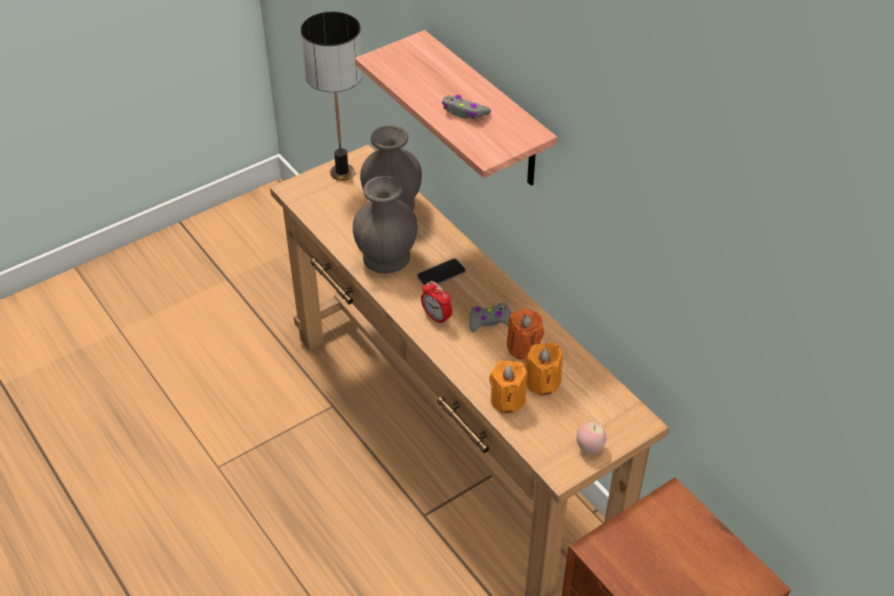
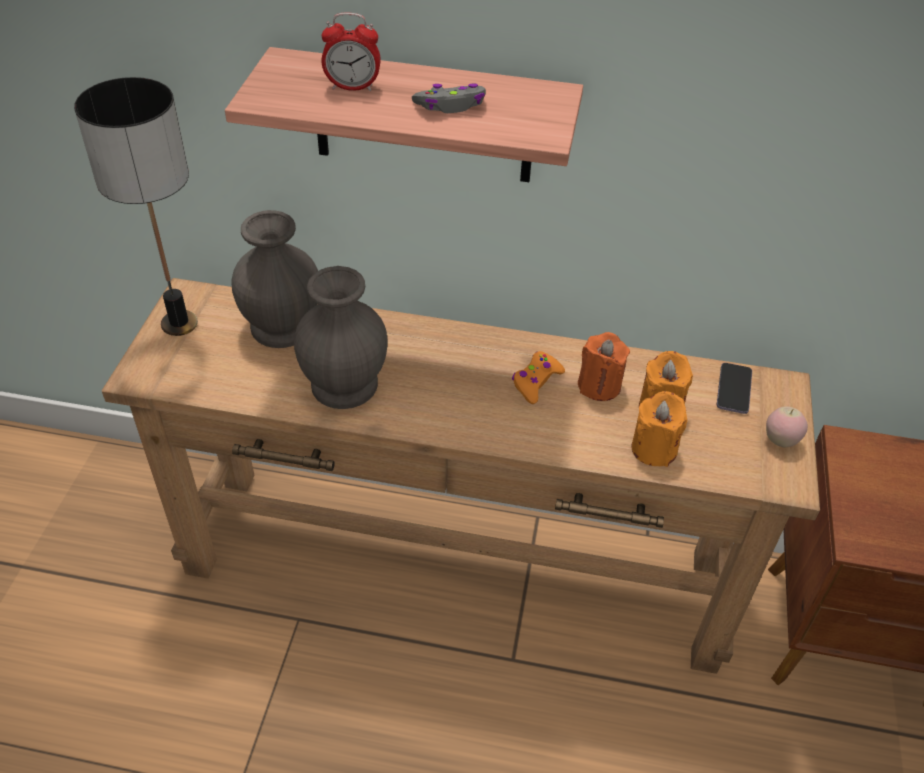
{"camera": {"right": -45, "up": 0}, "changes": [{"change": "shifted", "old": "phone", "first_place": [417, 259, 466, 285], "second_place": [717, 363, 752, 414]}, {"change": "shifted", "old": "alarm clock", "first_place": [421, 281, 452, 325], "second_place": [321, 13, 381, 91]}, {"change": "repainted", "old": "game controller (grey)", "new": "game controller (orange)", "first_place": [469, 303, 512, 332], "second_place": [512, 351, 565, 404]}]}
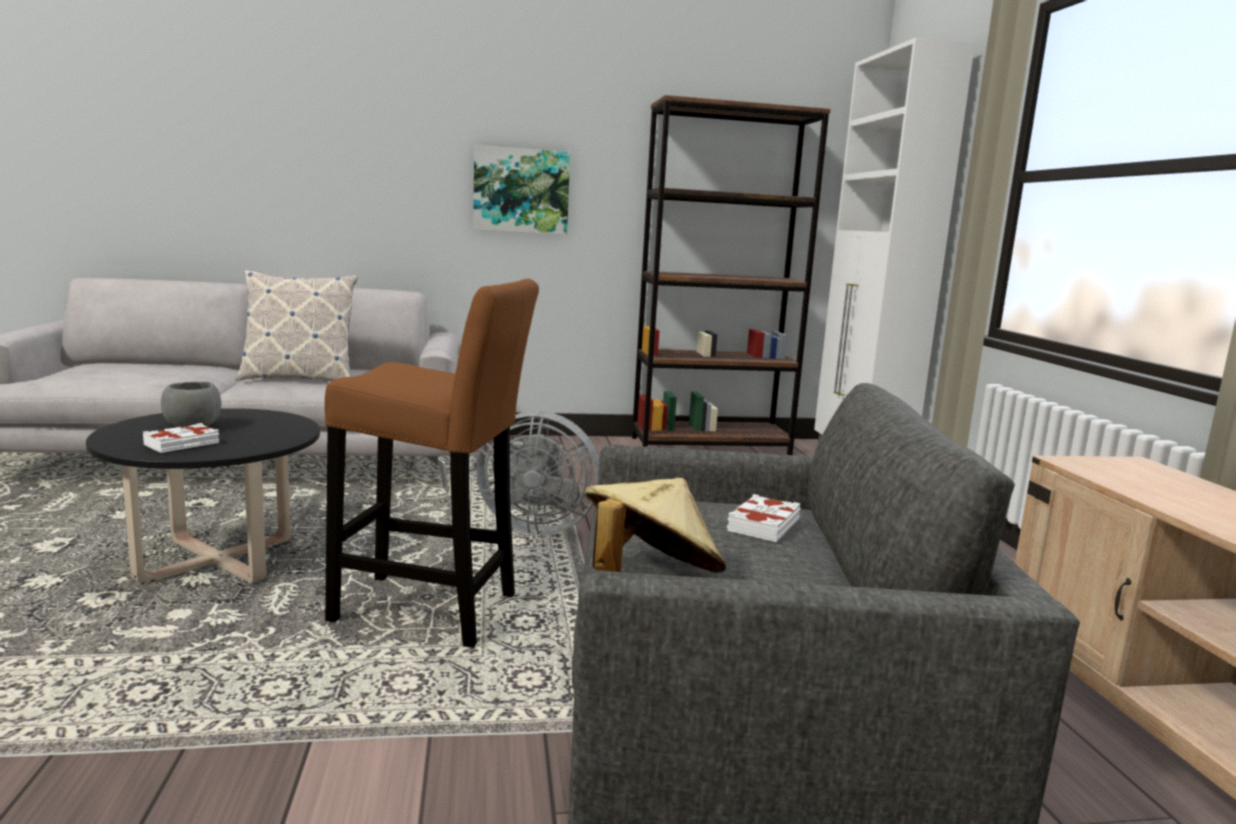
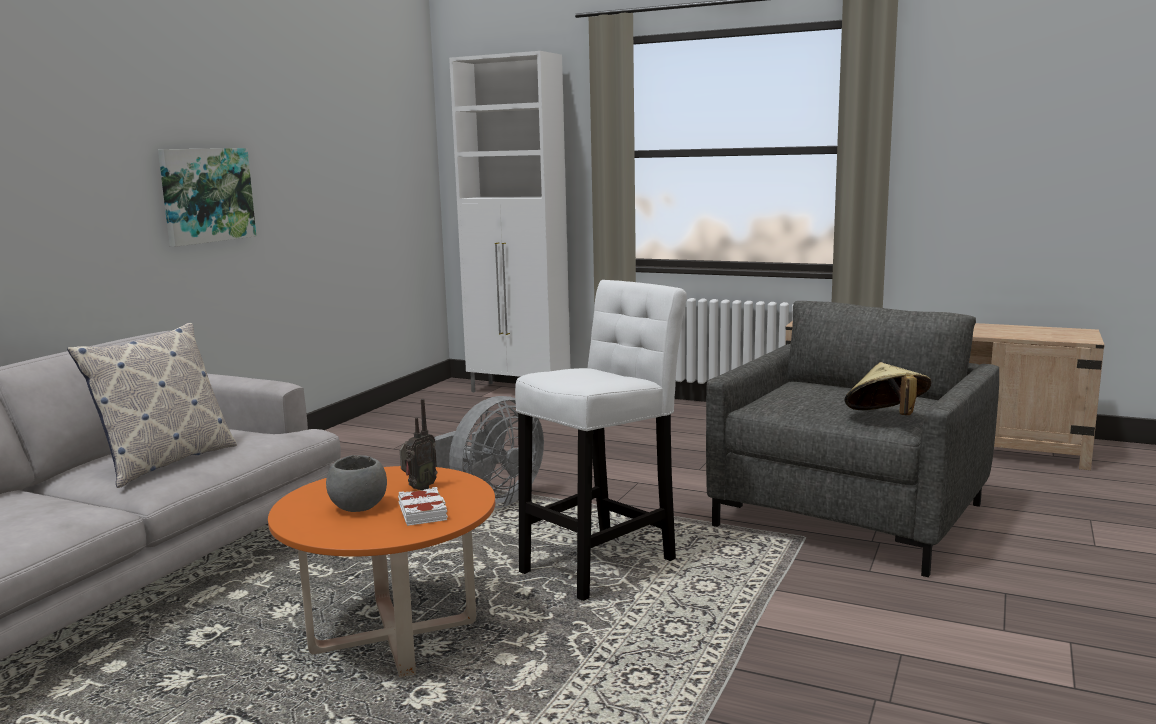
{"camera": {"right": -55, "up": 0}, "changes": [{"change": "repainted", "old": "coffee table (black)", "new": "coffee table (orange)", "first_place": [86, 408, 320, 585], "second_place": [268, 466, 495, 677]}, {"change": "repainted", "old": "stool (brown)", "new": "stool (white)", "first_place": [325, 279, 539, 648], "second_place": [515, 280, 687, 601]}, {"change": "gone", "old": "bookcase (brown)", "first_place": [632, 95, 831, 455]}, {"change": "gone", "old": "book (white)", "first_place": [727, 494, 801, 542]}, {"change": "new", "new": "radio", "second_place": [400, 399, 437, 490]}]}
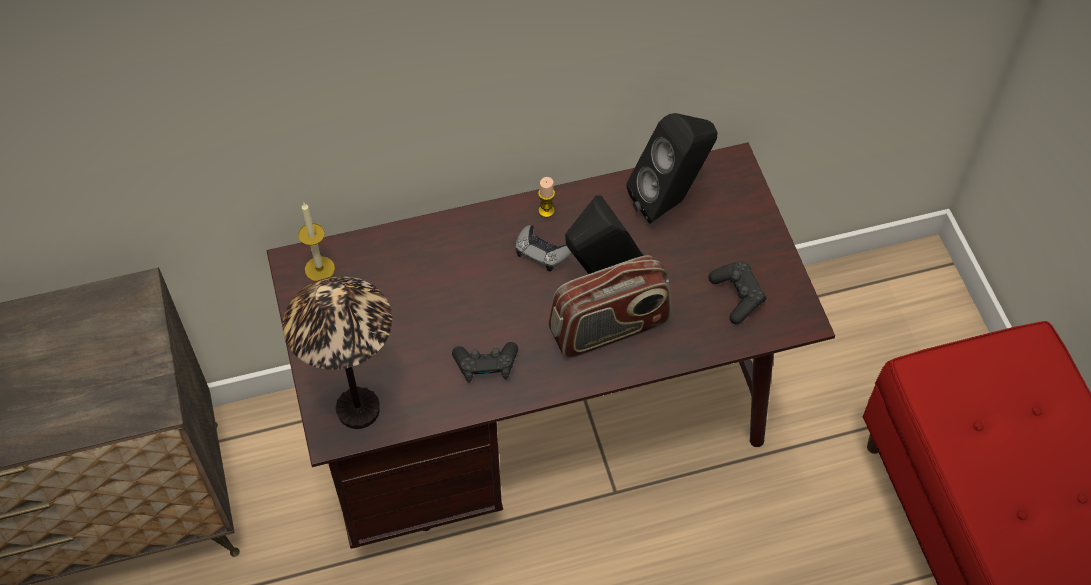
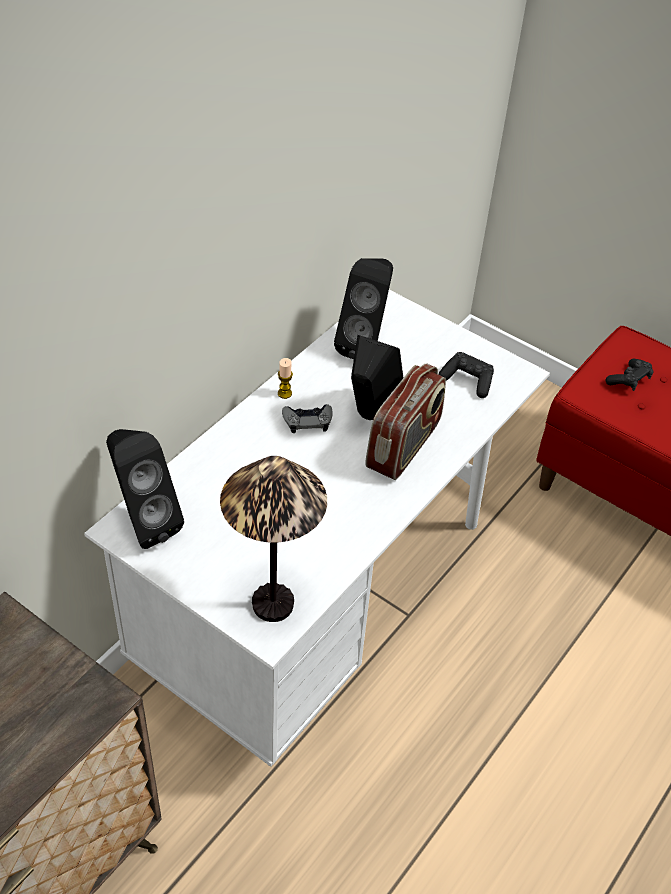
{"camera": {"right": -40, "up": -10}, "changes": [{"change": "repainted", "old": "desk (brown)", "new": "desk (white)", "first_place": [267, 142, 835, 549], "second_place": [85, 290, 550, 767]}, {"change": "swapped", "old": "candle", "new": "speaker (black)", "first_place": [298, 203, 335, 281], "second_place": [106, 429, 184, 549]}, {"change": "shifted", "old": "game controller (black)", "first_place": [452, 342, 518, 383], "second_place": [606, 359, 654, 391]}]}
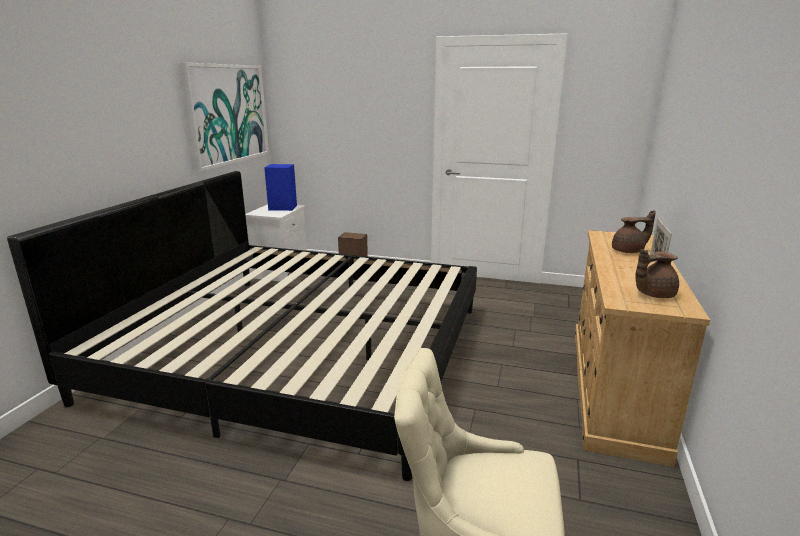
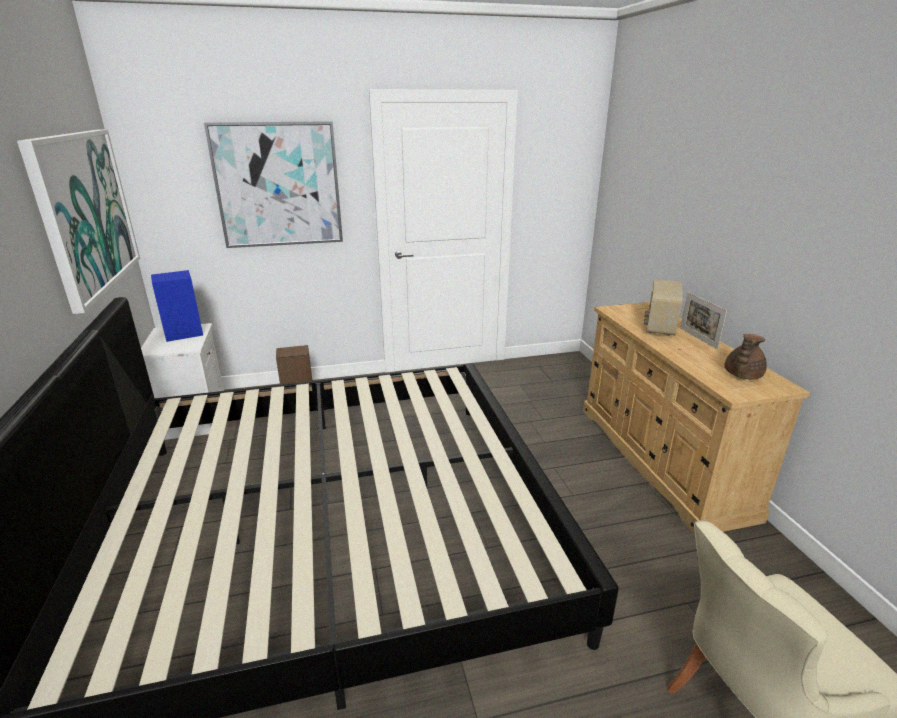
{"camera": {"right": -30, "up": 5}, "changes": [{"change": "swapped", "old": "teapot (brown)", "new": "radio", "first_place": [612, 210, 656, 253], "second_place": [644, 279, 683, 336]}, {"change": "new", "new": "picture", "second_place": [204, 121, 343, 248]}]}
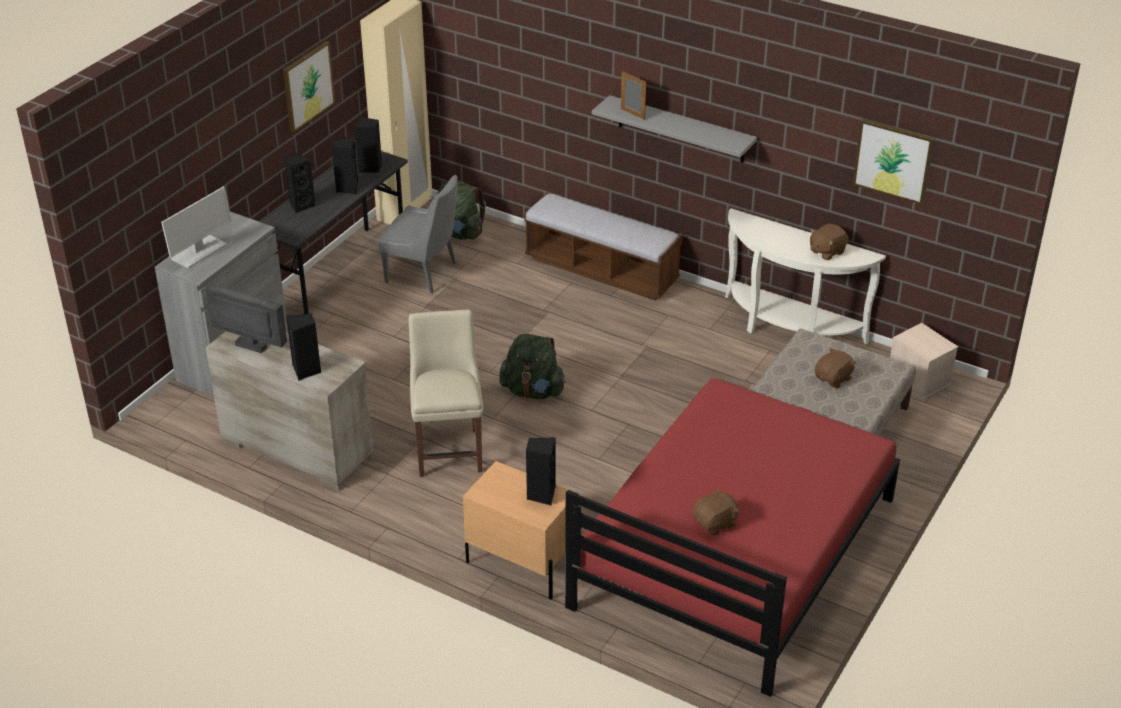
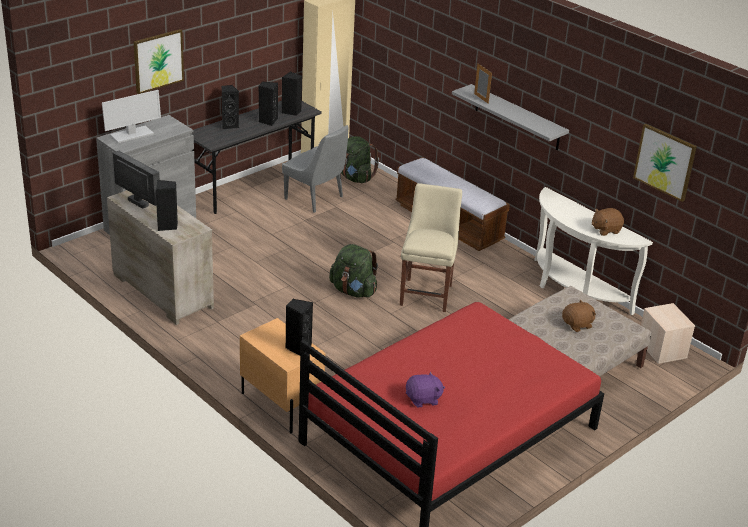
{"camera": {"right": 15, "up": -5}, "changes": [{"change": "shifted", "old": "picture", "first_place": [283, 41, 335, 132], "second_place": [134, 29, 184, 94]}, {"change": "shifted", "old": "chair (beige)", "first_place": [409, 309, 483, 477], "second_place": [400, 183, 462, 312]}, {"change": "repainted", "old": "plush toy (brown)", "new": "plush toy (purple)", "first_place": [693, 488, 739, 536], "second_place": [406, 371, 445, 408]}]}
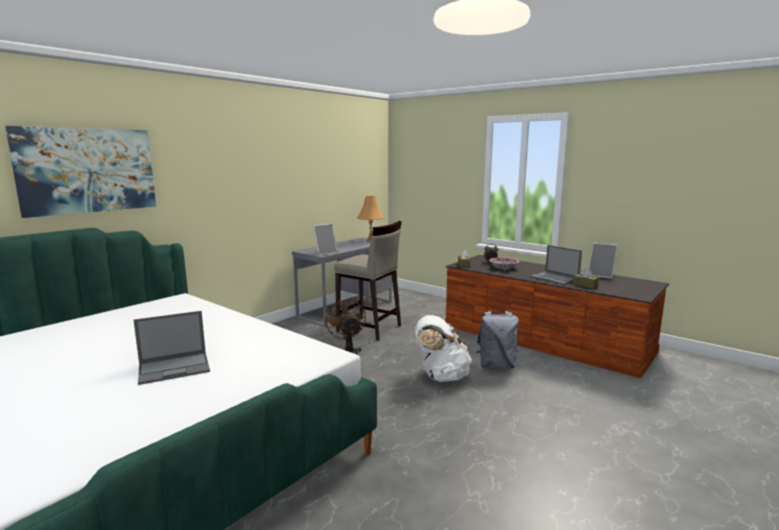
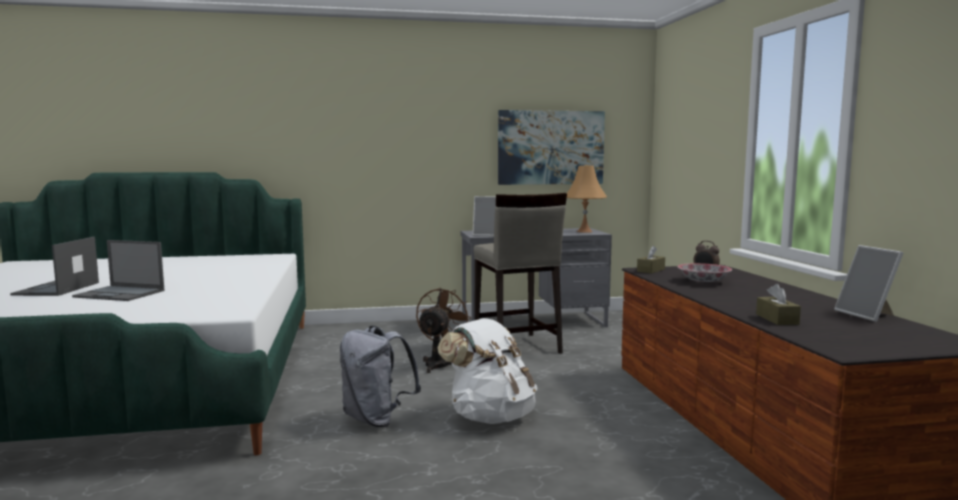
{"camera": {"right": 40, "up": -5}, "changes": [{"change": "shifted", "old": "picture", "first_place": [5, 126, 156, 218], "second_place": [498, 110, 605, 185]}, {"change": "shifted", "old": "backpack (grey)", "first_place": [476, 310, 519, 369], "second_place": [340, 326, 421, 427]}, {"change": "shifted", "old": "laptop", "first_place": [530, 245, 582, 285], "second_place": [10, 237, 99, 296]}]}
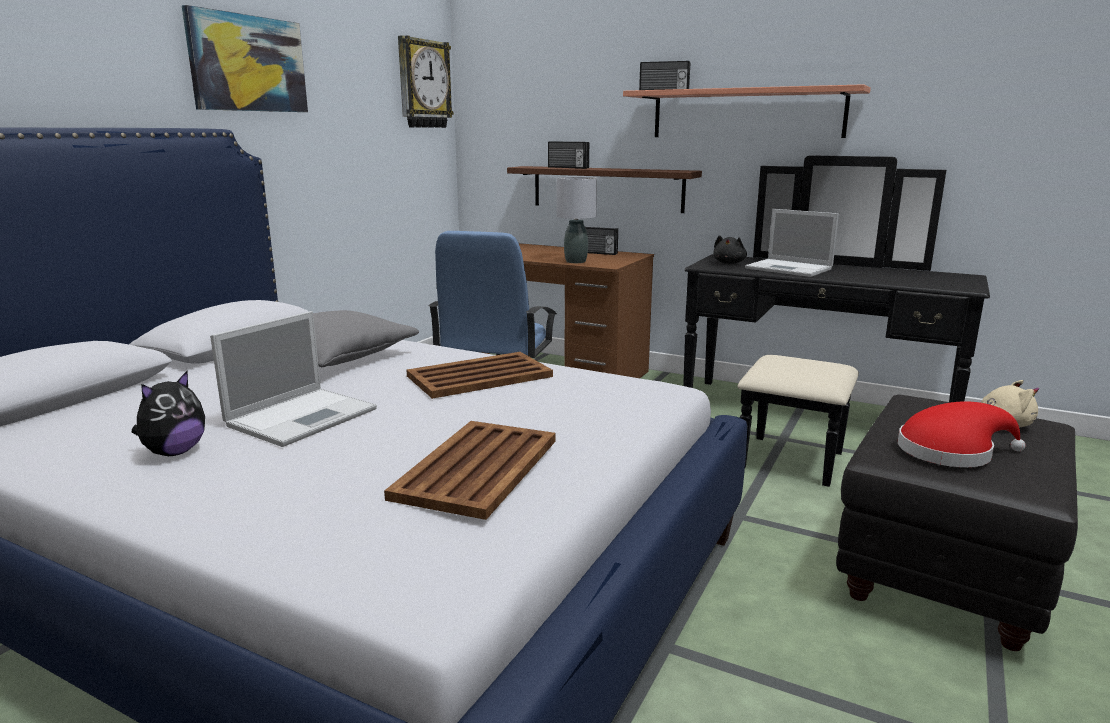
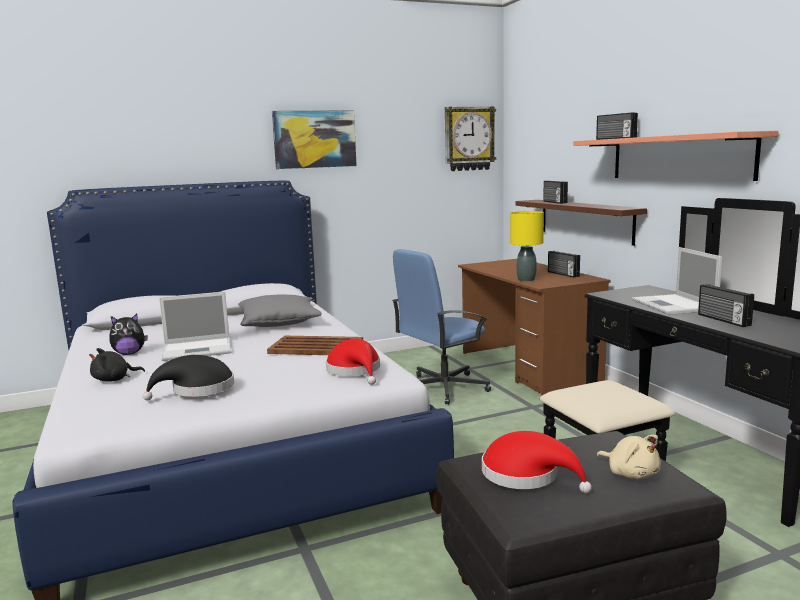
{"camera": {"right": 40, "up": -5}, "changes": [{"change": "swapped", "old": "tray (brown)", "new": "hat (black)", "first_place": [384, 421, 556, 520], "second_place": [143, 355, 234, 400]}, {"change": "repainted", "old": "table lamp (grey)", "new": "table lamp (yellow)", "first_place": [557, 177, 597, 263], "second_place": [510, 211, 544, 281]}, {"change": "shifted", "old": "plush toy (black)", "first_place": [713, 235, 747, 264], "second_place": [89, 348, 145, 382]}, {"change": "new", "new": "hat (red)", "second_place": [326, 339, 380, 385]}, {"change": "new", "new": "radio", "second_place": [698, 284, 754, 327]}]}
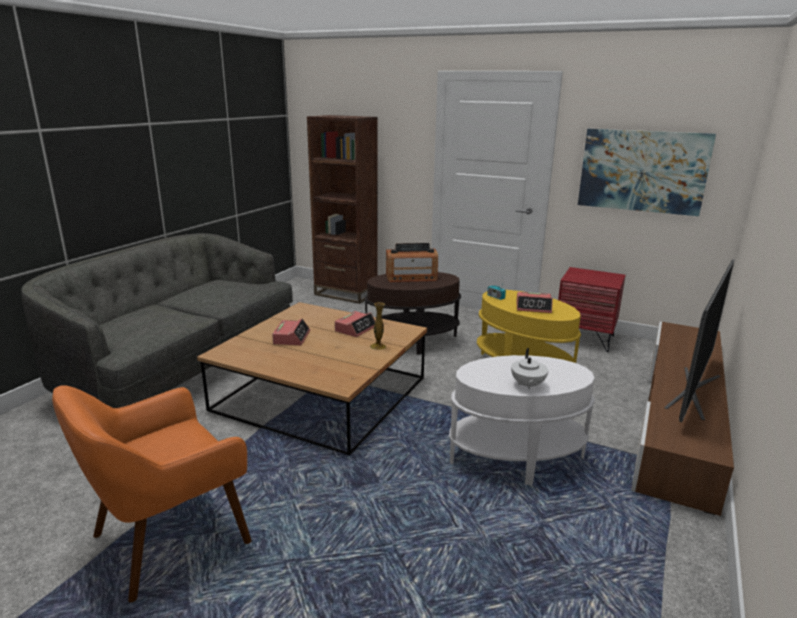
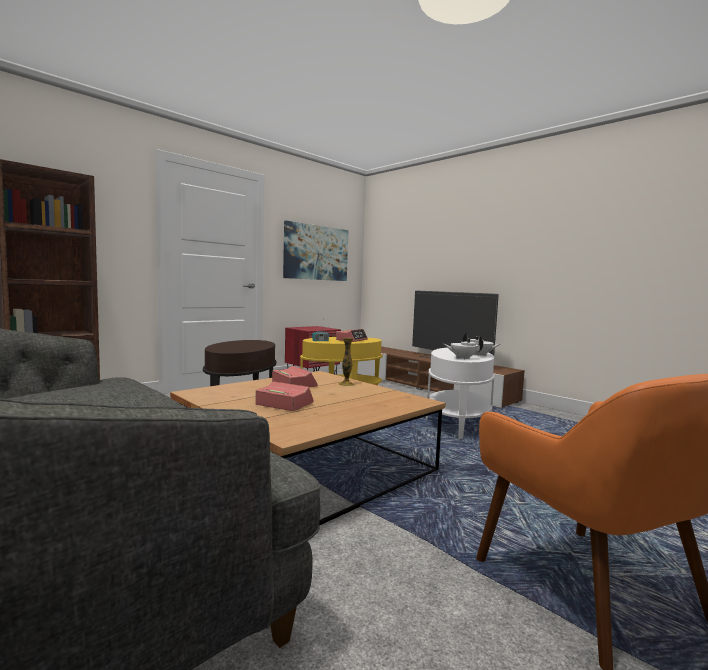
{"camera": {"right": -70, "up": -15}, "changes": [{"change": "gone", "old": "radio", "first_place": [386, 243, 438, 282]}, {"change": "new", "new": "teapot (white)", "second_place": [444, 336, 483, 360]}]}
